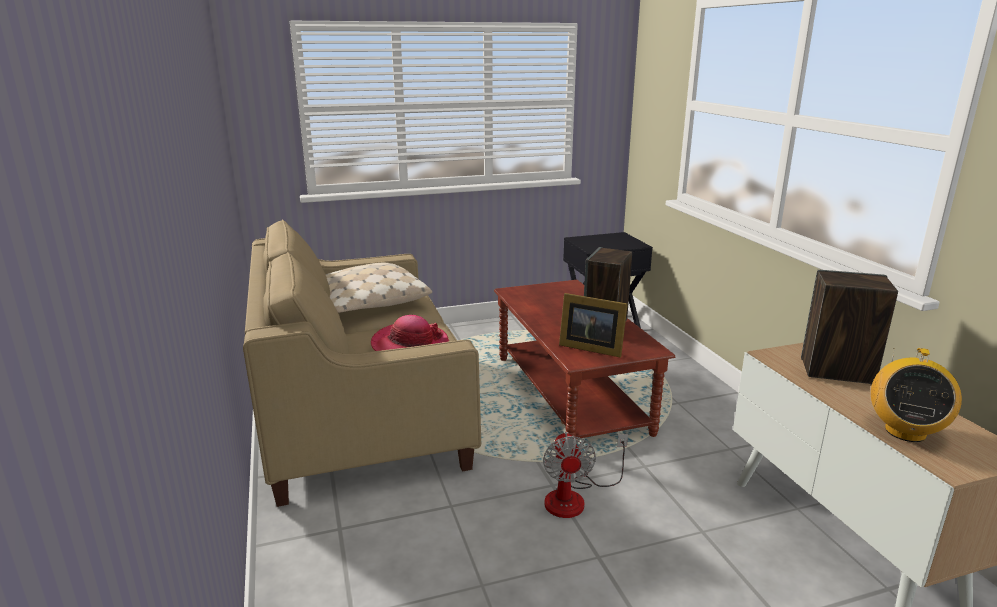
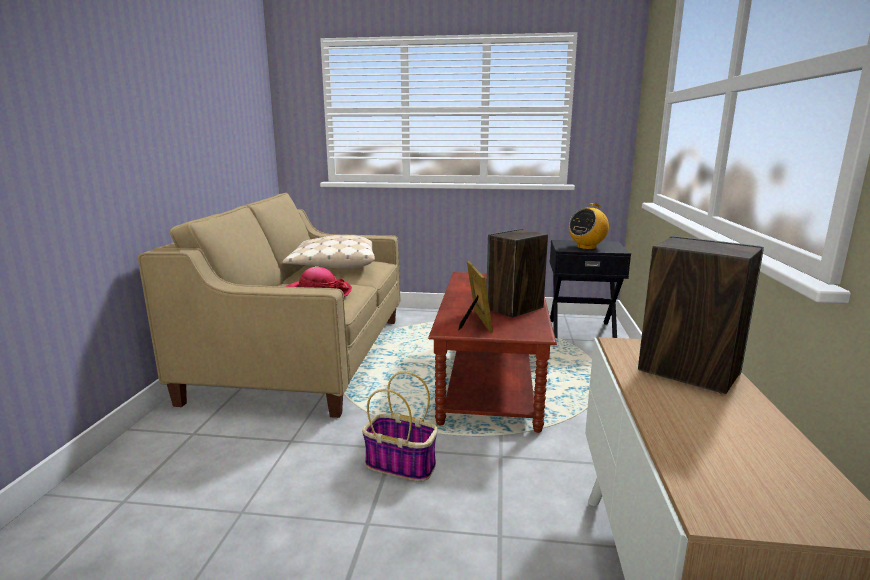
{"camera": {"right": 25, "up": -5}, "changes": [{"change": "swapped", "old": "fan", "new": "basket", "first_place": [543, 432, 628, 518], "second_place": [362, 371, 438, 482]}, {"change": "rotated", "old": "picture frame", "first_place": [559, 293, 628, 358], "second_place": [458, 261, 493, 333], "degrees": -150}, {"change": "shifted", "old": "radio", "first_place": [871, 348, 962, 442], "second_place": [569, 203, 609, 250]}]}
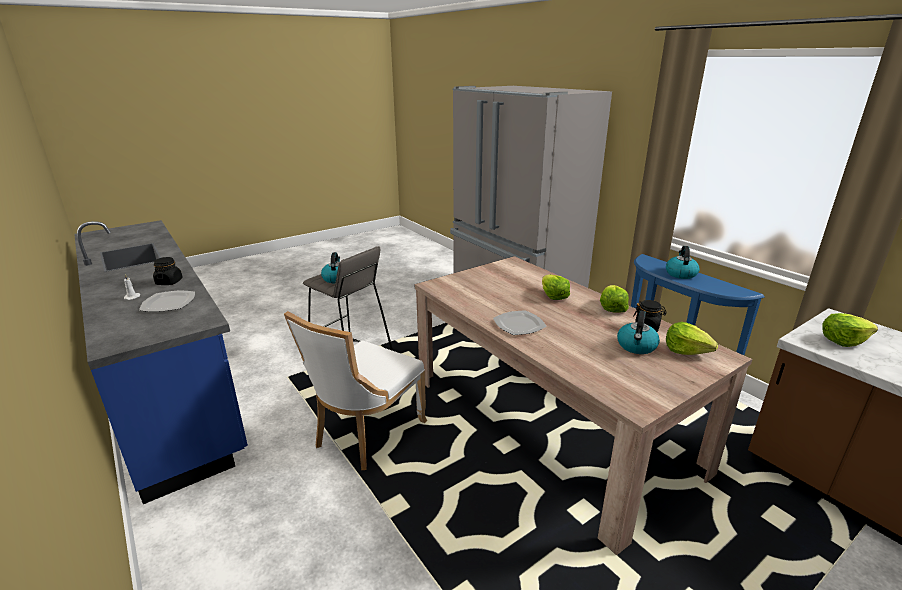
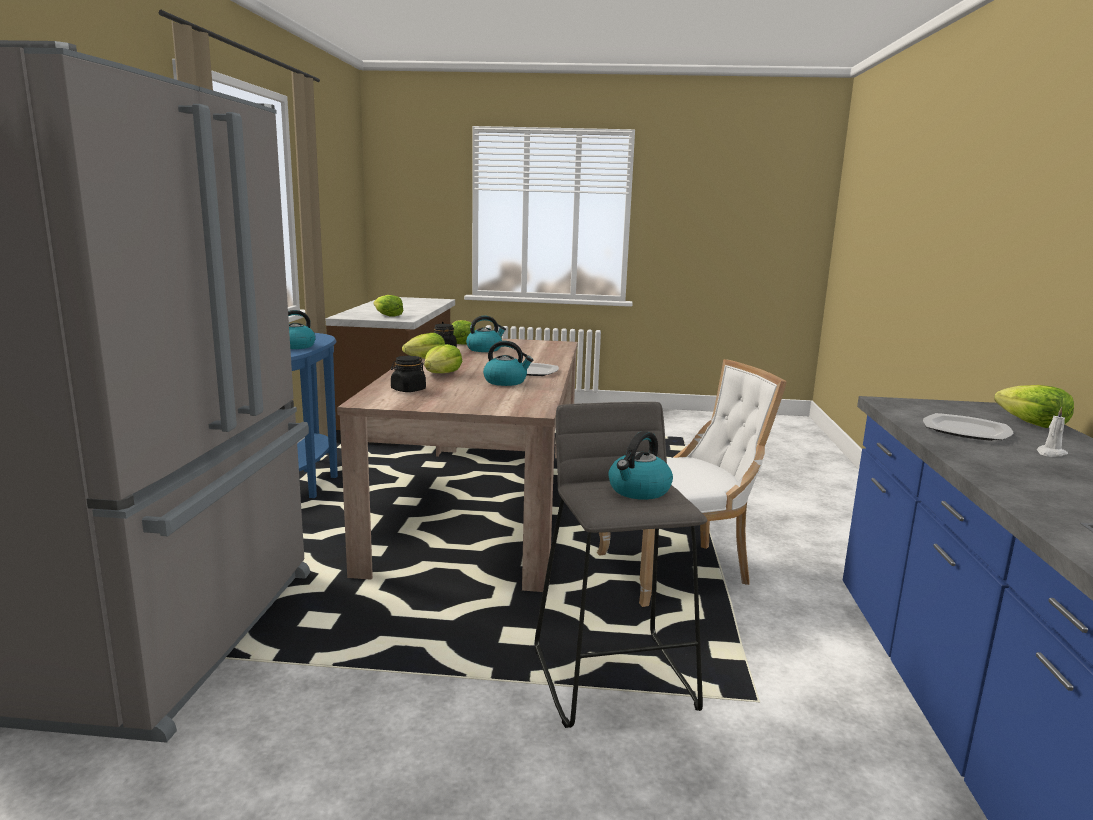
{"camera": {"right": -140, "up": -10}, "changes": [{"change": "shifted", "old": "jar (black)", "first_place": [153, 257, 183, 285], "second_place": [391, 356, 426, 392]}, {"change": "new", "new": "kettle", "second_place": [483, 341, 533, 386]}, {"change": "new", "new": "lettuce", "second_place": [994, 385, 1074, 428]}]}
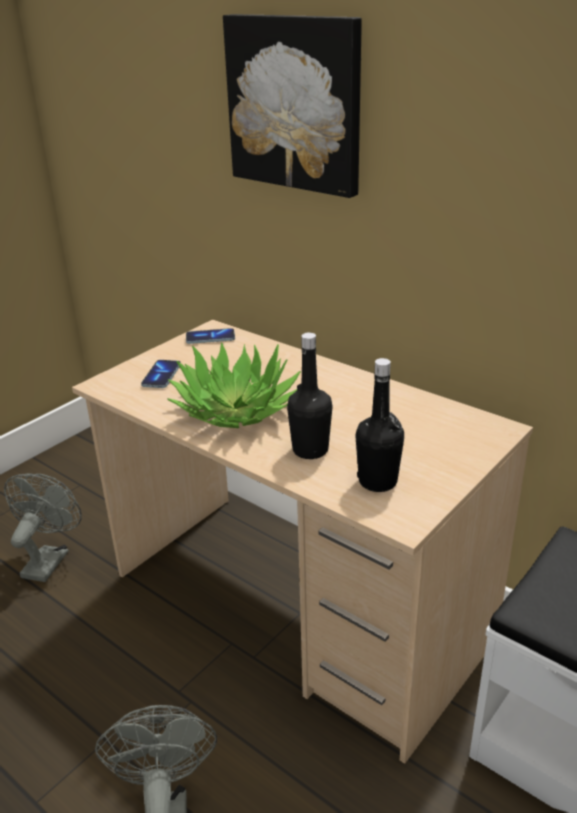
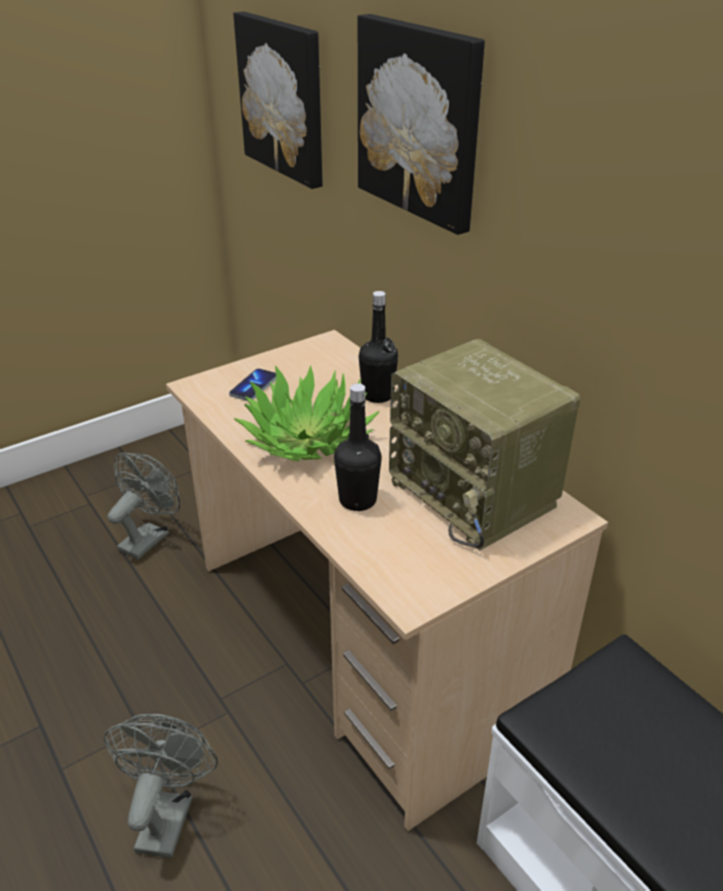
{"camera": {"right": 15, "up": 5}, "changes": [{"change": "gone", "old": "phone", "first_place": [186, 328, 235, 344]}, {"change": "shifted", "old": "bottle (black)", "first_place": [355, 358, 404, 492], "second_place": [359, 291, 398, 403]}, {"change": "new", "new": "picture", "second_place": [233, 12, 323, 189]}, {"change": "new", "new": "radio", "second_place": [389, 339, 581, 551]}]}
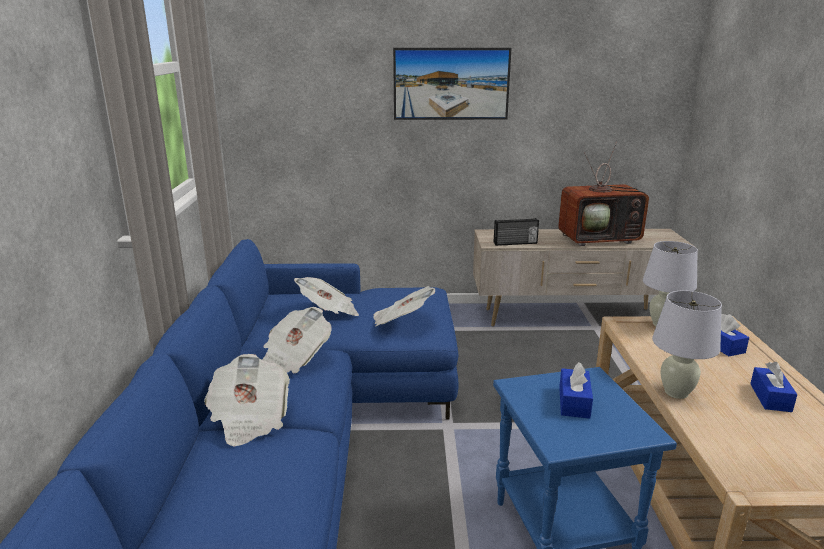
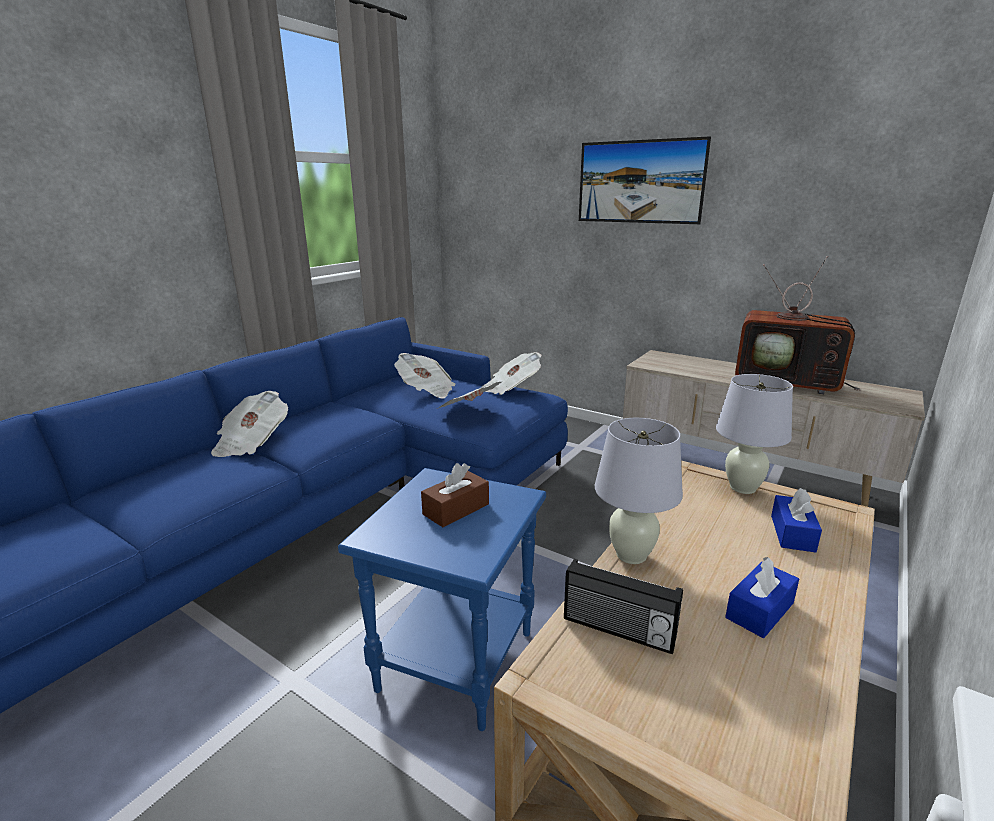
{"camera": {"right": 35, "up": 0}, "changes": [{"change": "shifted", "old": "newspaper", "first_place": [262, 307, 332, 374], "second_place": [481, 352, 542, 395]}, {"change": "shifted", "old": "radio", "first_place": [494, 218, 539, 246], "second_place": [564, 559, 683, 654]}, {"change": "repainted", "old": "tissue box (blue)", "new": "tissue box (brown)", "first_place": [559, 362, 593, 419], "second_place": [421, 463, 489, 527]}]}
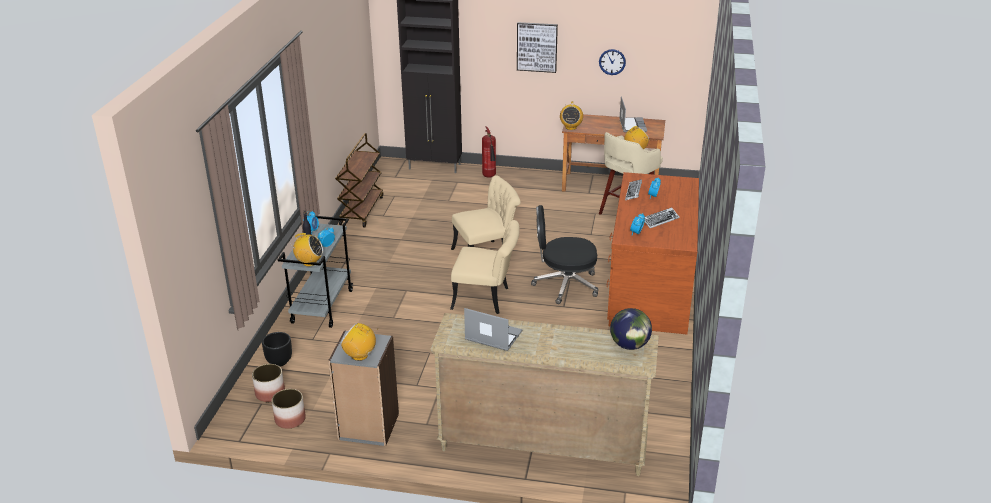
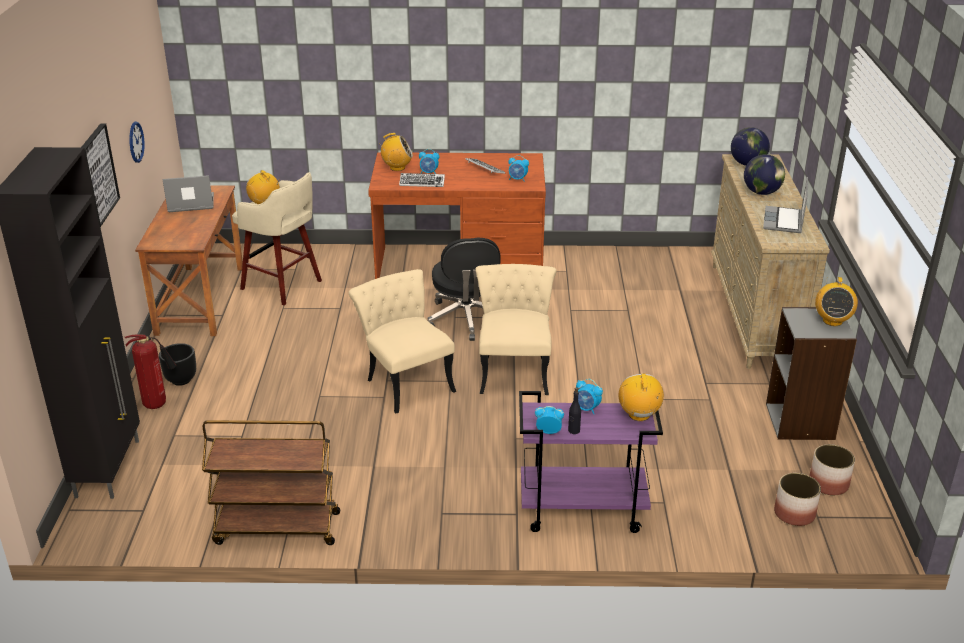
{"camera": {"right": -100, "up": 0}, "changes": [{"change": "shifted", "old": "planter (black)", "first_place": [262, 332, 292, 367], "second_place": [159, 343, 196, 386]}, {"change": "repainted", "old": "cart (grey)", "new": "cart (purple)", "first_place": [278, 215, 353, 328], "second_place": [519, 391, 663, 533]}, {"change": "shifted", "old": "radio", "first_place": [560, 101, 583, 130], "second_place": [379, 133, 413, 171]}, {"change": "new", "new": "globe", "second_place": [744, 154, 785, 195]}]}
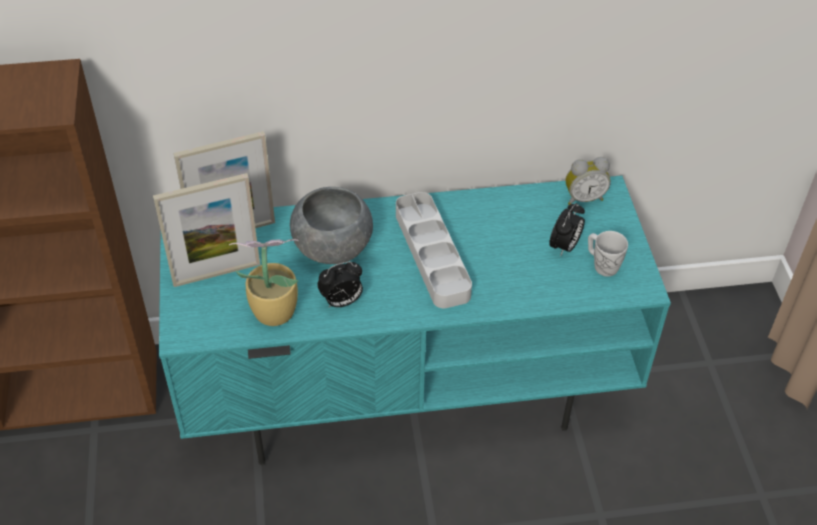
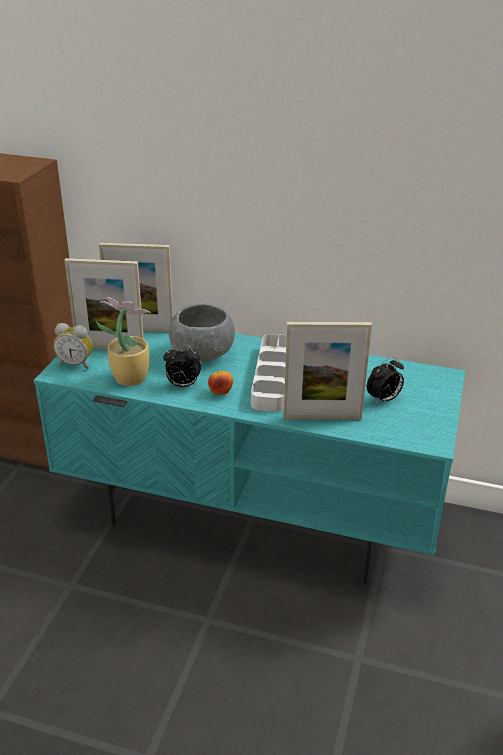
{"camera": {"right": 25, "up": -15}, "changes": [{"change": "shifted", "old": "alarm clock", "first_place": [566, 157, 611, 205], "second_place": [53, 323, 93, 369]}, {"change": "gone", "old": "mug (white)", "first_place": [588, 231, 628, 277]}, {"change": "new", "new": "apple", "second_place": [208, 371, 233, 394]}, {"change": "new", "new": "picture frame", "second_place": [283, 322, 372, 420]}]}
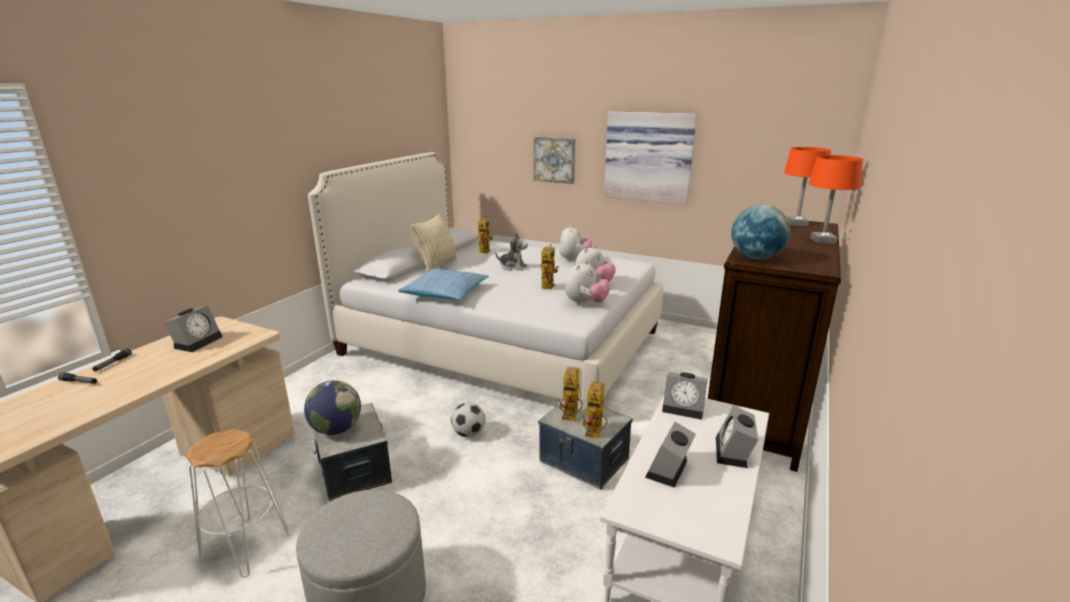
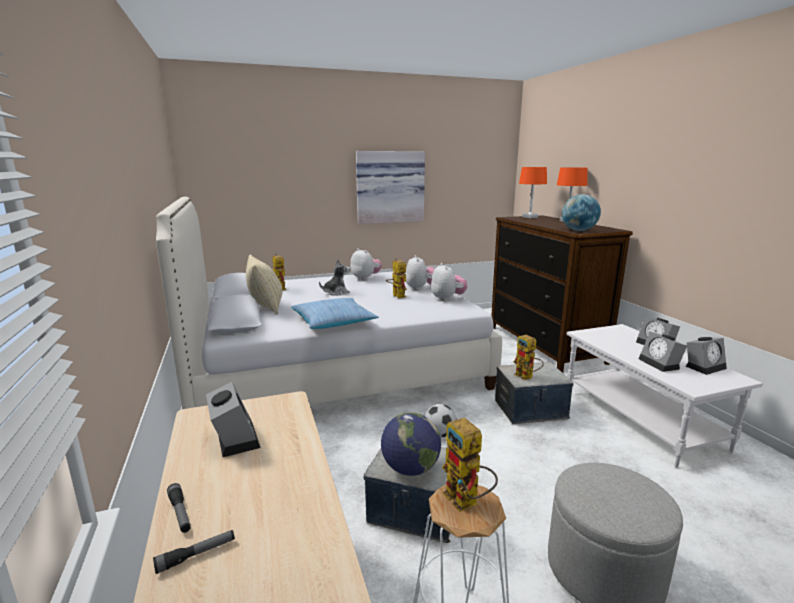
{"camera": {"right": -45, "up": -5}, "changes": [{"change": "gone", "old": "picture", "first_place": [534, 137, 575, 184]}, {"change": "shifted", "old": "toy robot", "first_place": [581, 381, 608, 438], "second_place": [442, 418, 498, 512]}, {"change": "shifted", "old": "alarm clock", "first_place": [662, 372, 708, 420], "second_place": [686, 337, 727, 375]}]}
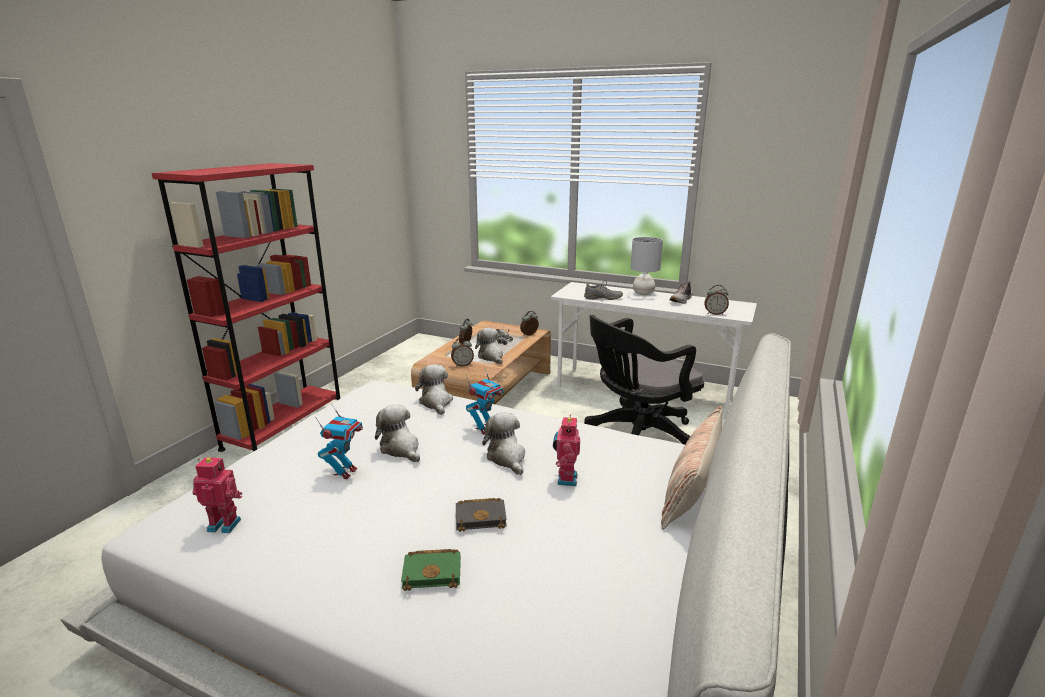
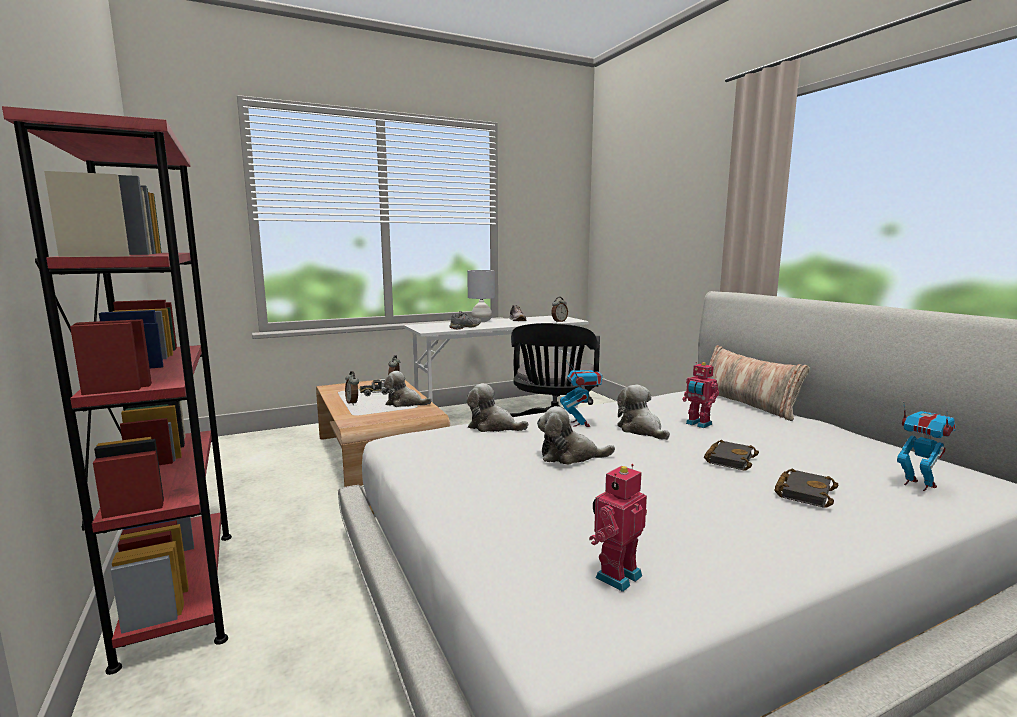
{"camera": {"right": -50, "up": -10}, "changes": [{"change": "shifted", "old": "toy robot", "first_place": [315, 405, 363, 479], "second_place": [897, 402, 956, 491]}, {"change": "repainted", "old": "book (green)", "new": "book (black)", "first_place": [401, 549, 461, 591], "second_place": [774, 469, 838, 508]}, {"change": "gone", "old": "alarm clock", "first_place": [451, 337, 474, 367]}, {"change": "rotated", "old": "plush toy", "first_place": [482, 412, 525, 475], "second_place": [617, 385, 670, 440], "degrees": 45}]}
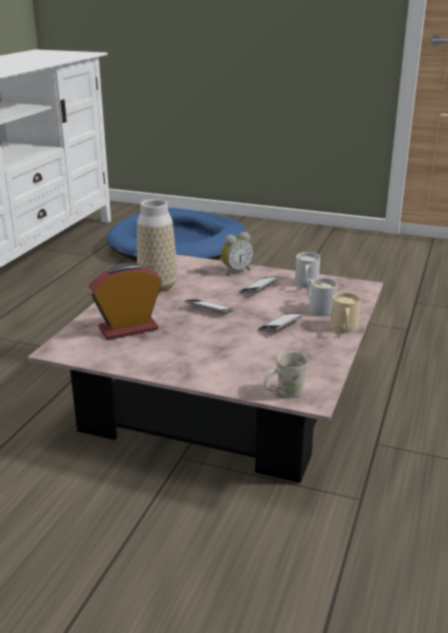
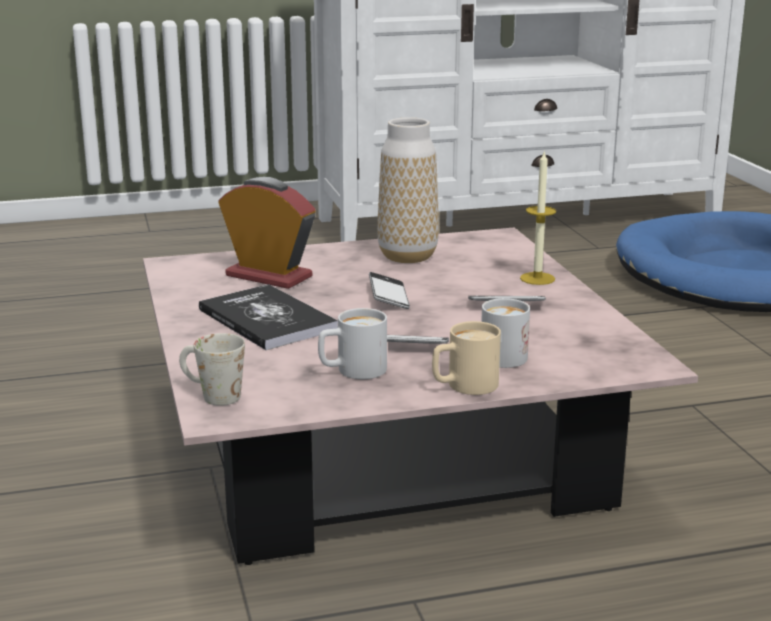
{"camera": {"right": 55, "up": -5}, "changes": [{"change": "swapped", "old": "alarm clock", "new": "candle", "first_place": [221, 232, 254, 275], "second_place": [520, 150, 556, 285]}, {"change": "shifted", "old": "mug (white)", "first_place": [295, 252, 320, 287], "second_place": [318, 308, 387, 379]}, {"change": "new", "new": "book", "second_place": [199, 284, 338, 350]}]}
